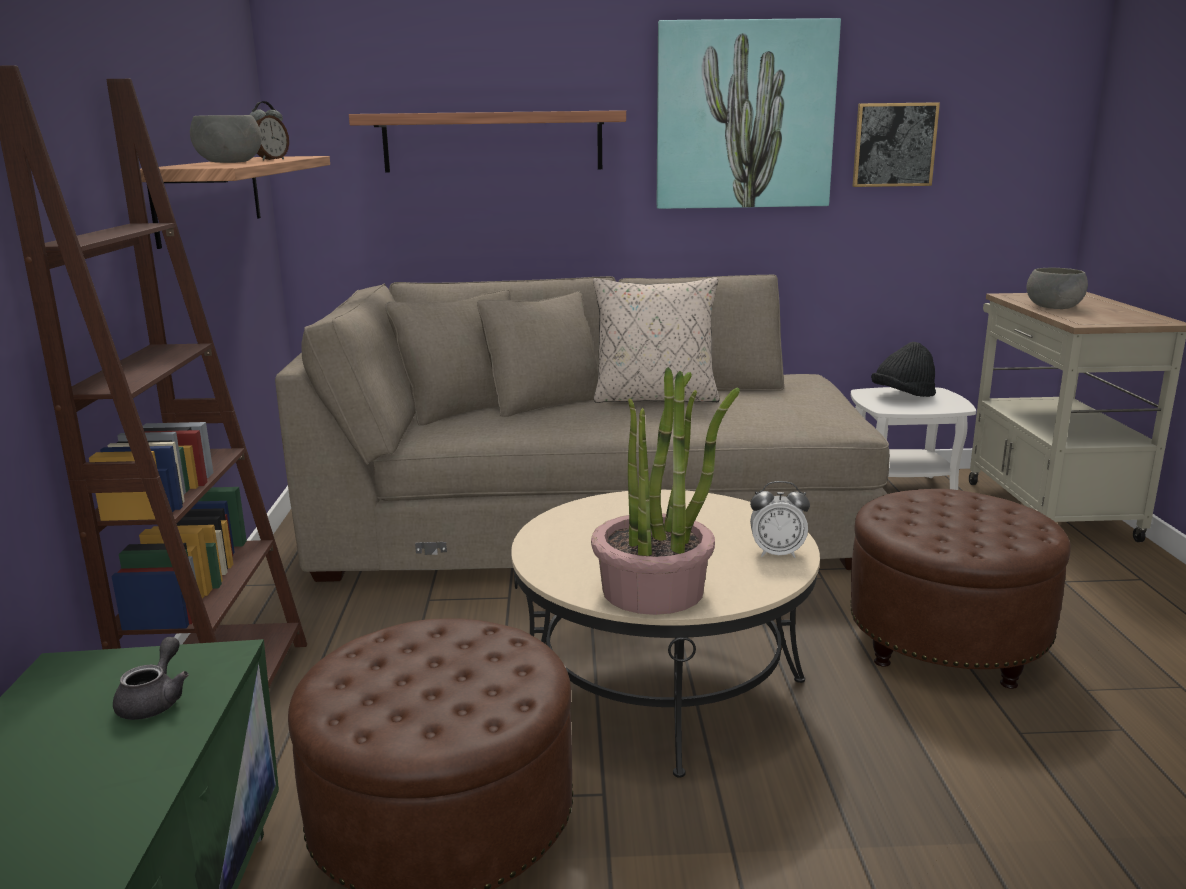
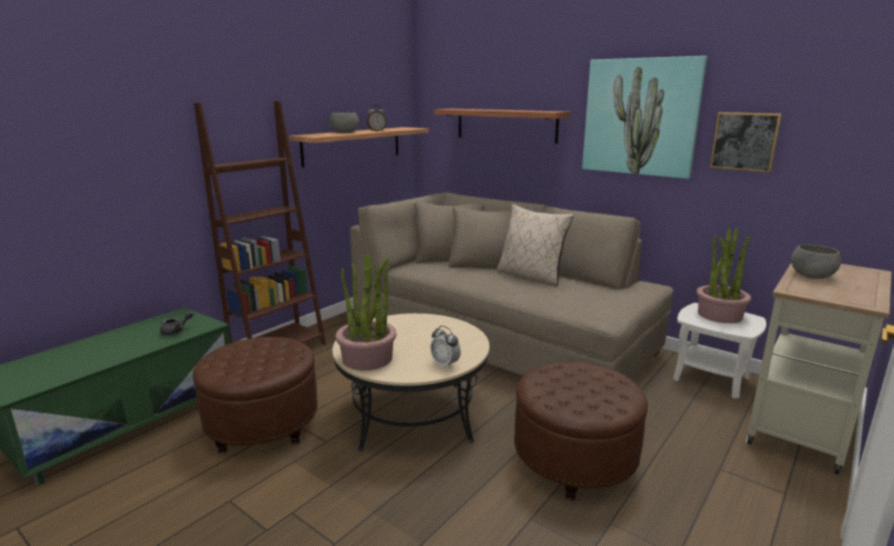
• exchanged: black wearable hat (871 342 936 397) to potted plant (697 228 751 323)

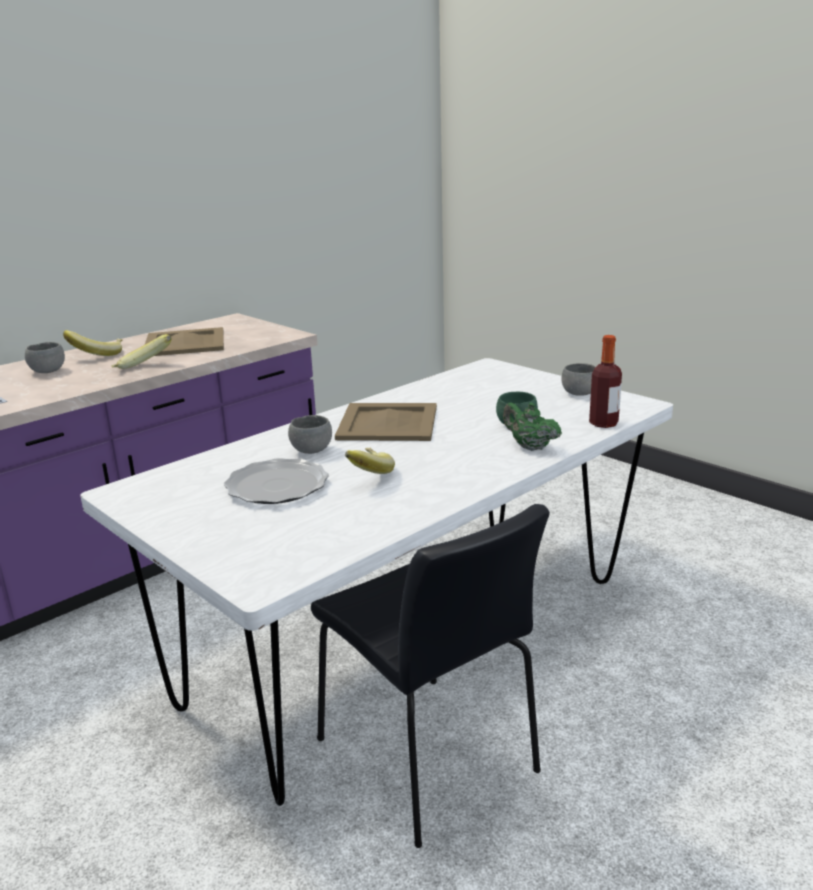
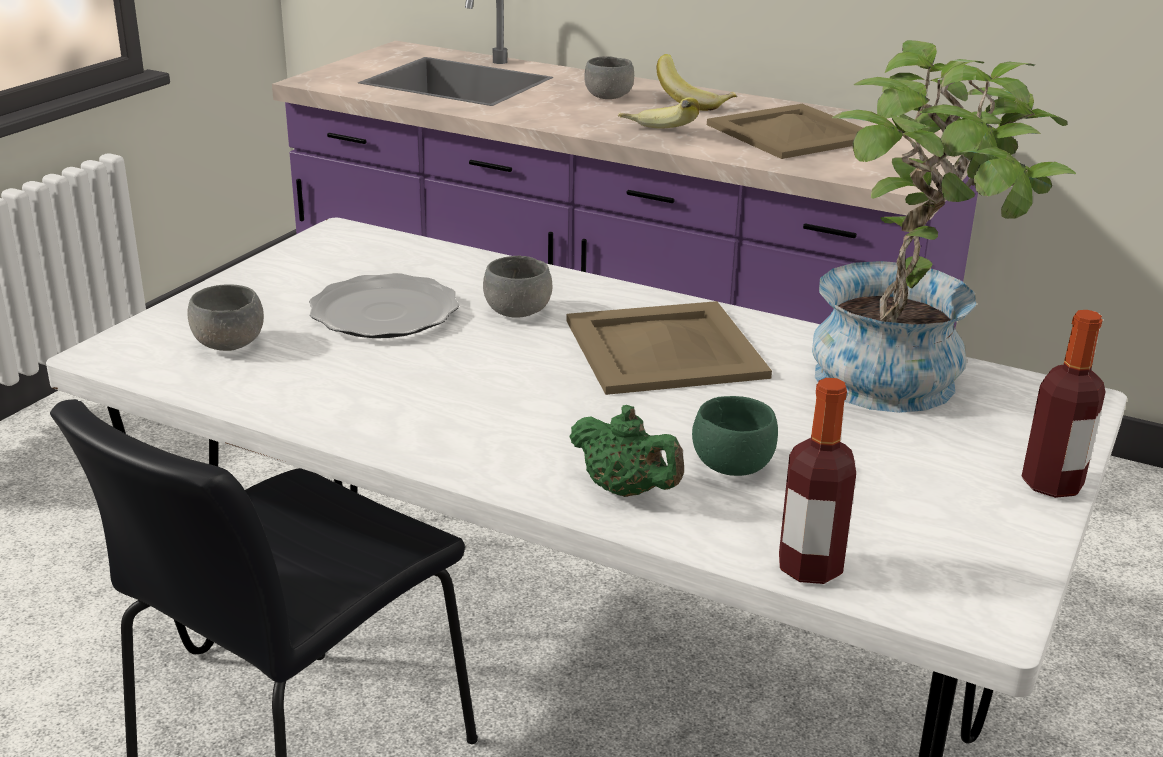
• relocated: gray serving bowl (561 363 596 396) to (187 284 264 351)
• spun: greenish tea pot (503 402 562 451) = (569 405 684 497) 105 degrees clockwise
• missing: banana fruit (345 448 395 474)
• appeared: potted plant (812 40 1076 413)
• appeared: bottle (1022 310 1106 498)

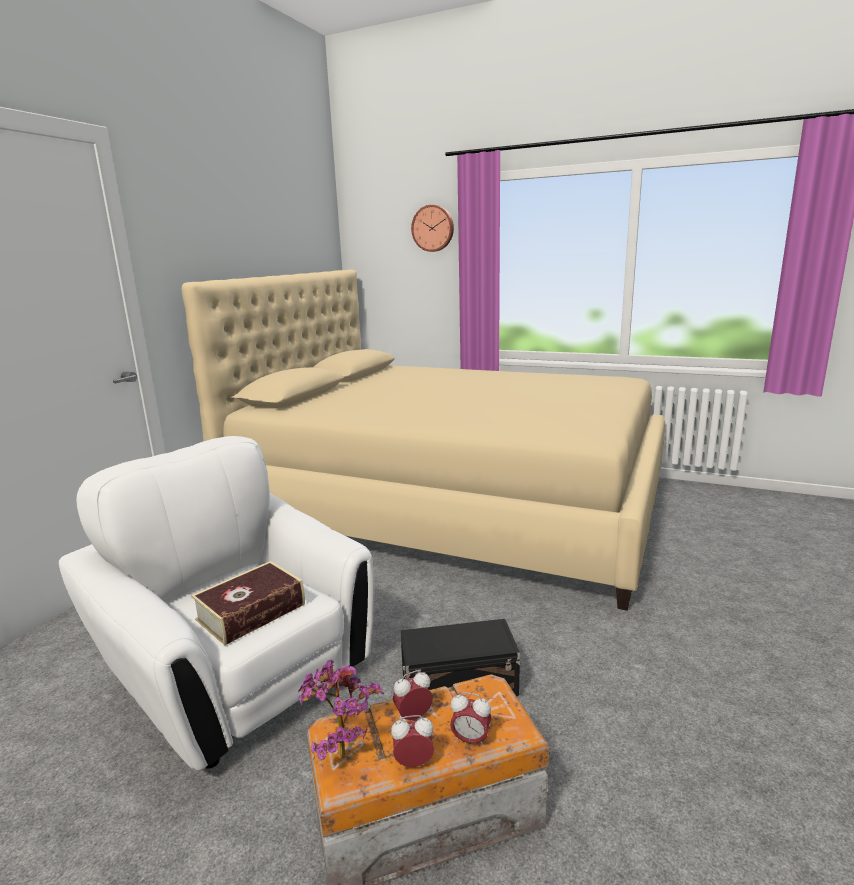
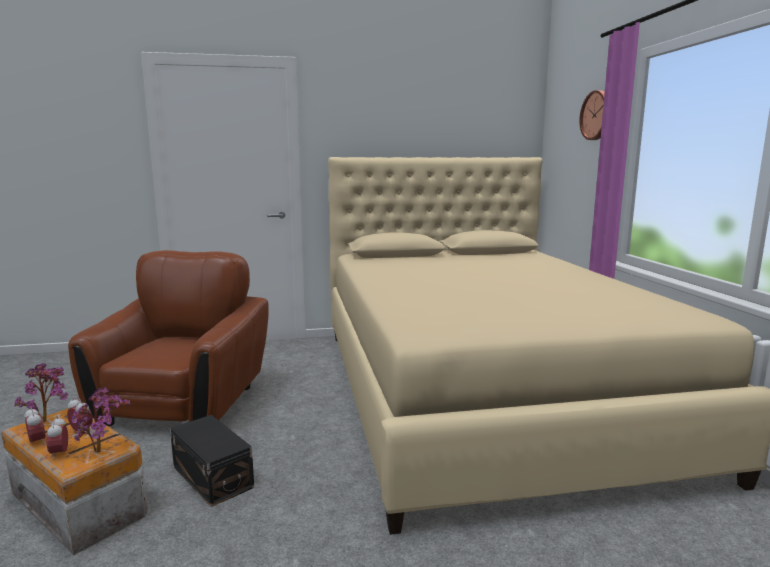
• colour: white lounge chair (59 436 375 770) to brown lounge chair (68 250 269 426)
• missing: book (191 561 305 645)
• appeared: potted plant (71 387 130 452)

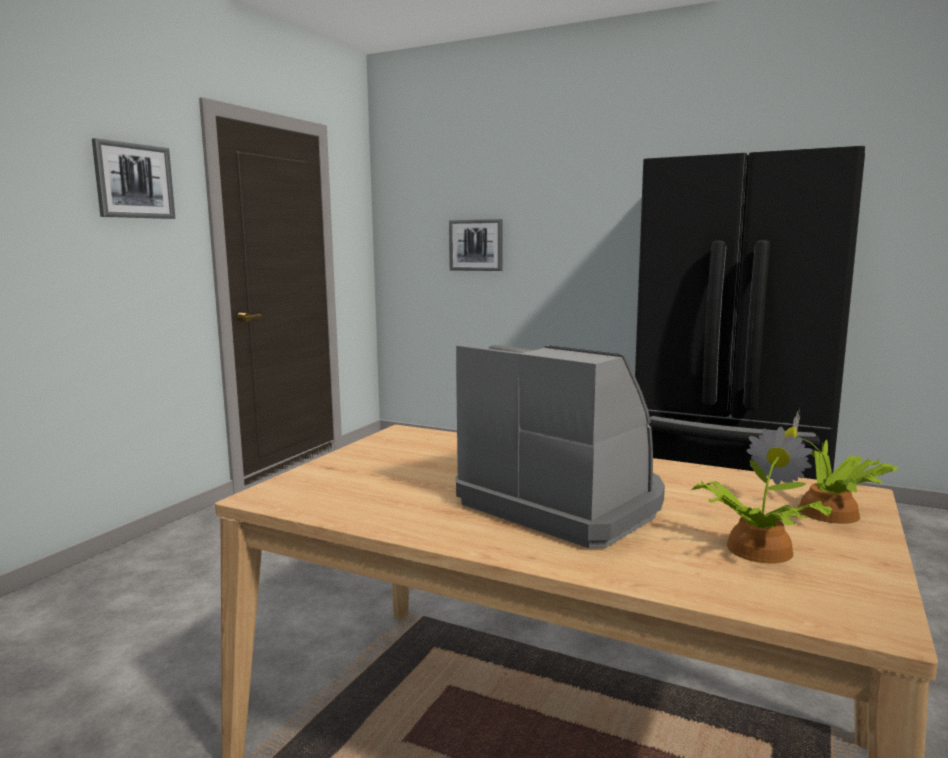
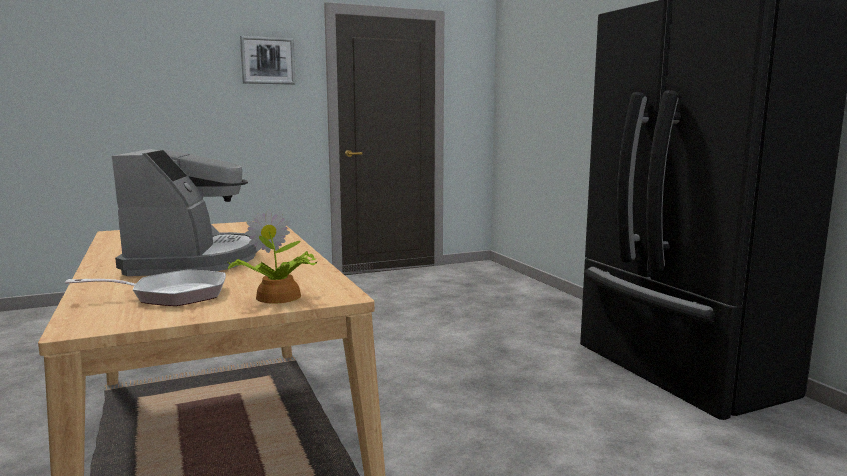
• missing: wall picture (449 219 503 271)
• exchanged: potted plant (690 427 832 564) to skillet (65 269 226 306)

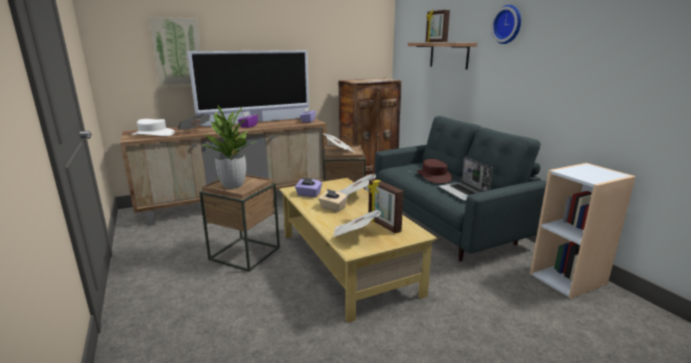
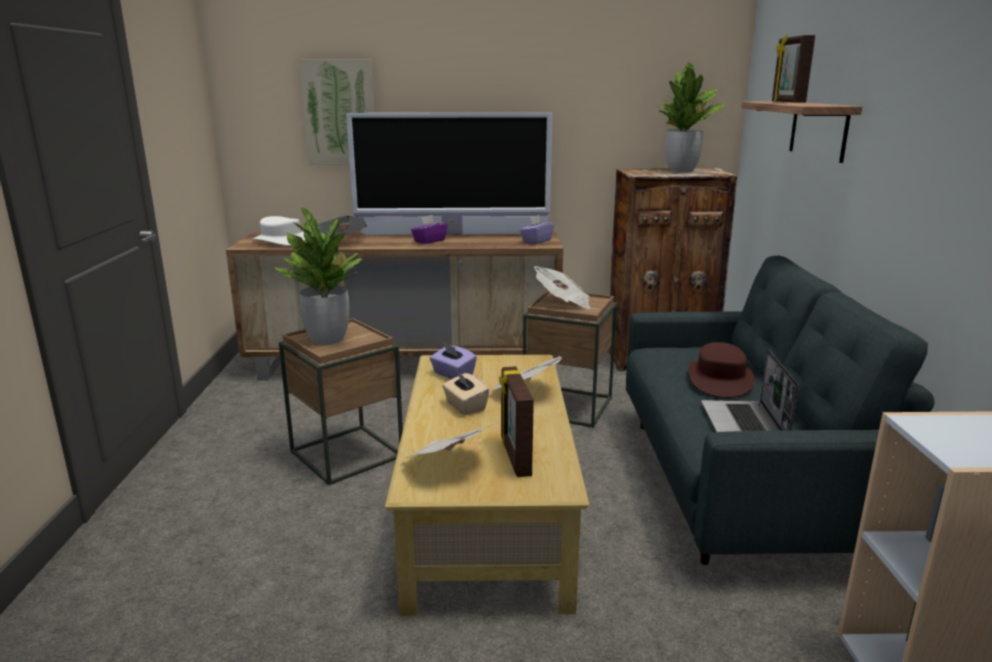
• missing: wall clock (491 5 521 44)
• appeared: potted plant (657 62 726 172)

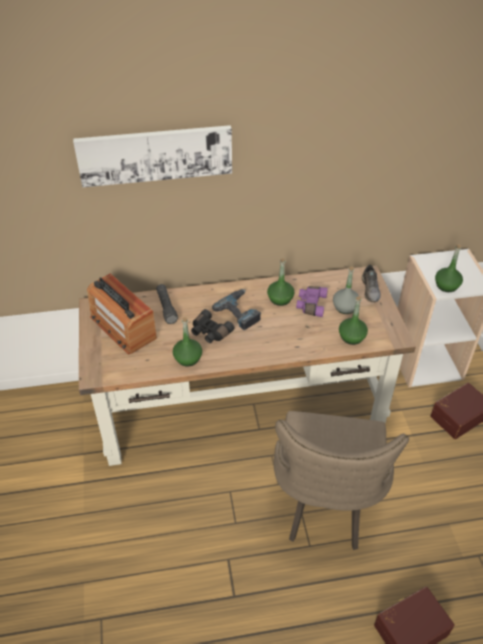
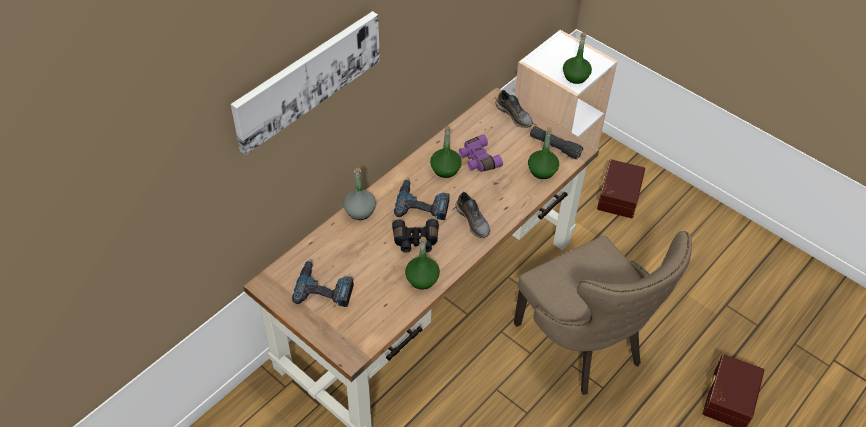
• relocated: gray bottle (333 266 359 314) to (343 168 376 220)
• exchanged: radio receiver (87 273 157 355) to power drill (292 259 354 307)
• relocated: black hand torch (156 284 178 324) to (530 126 583 159)
• appeared: gray shoe (455 192 490 238)

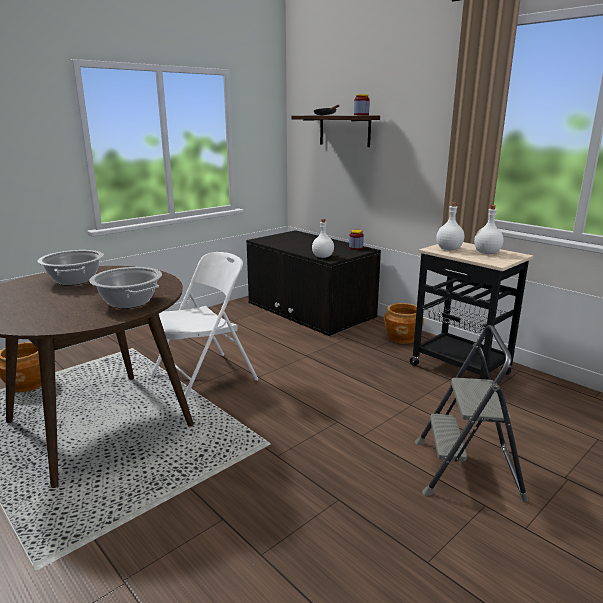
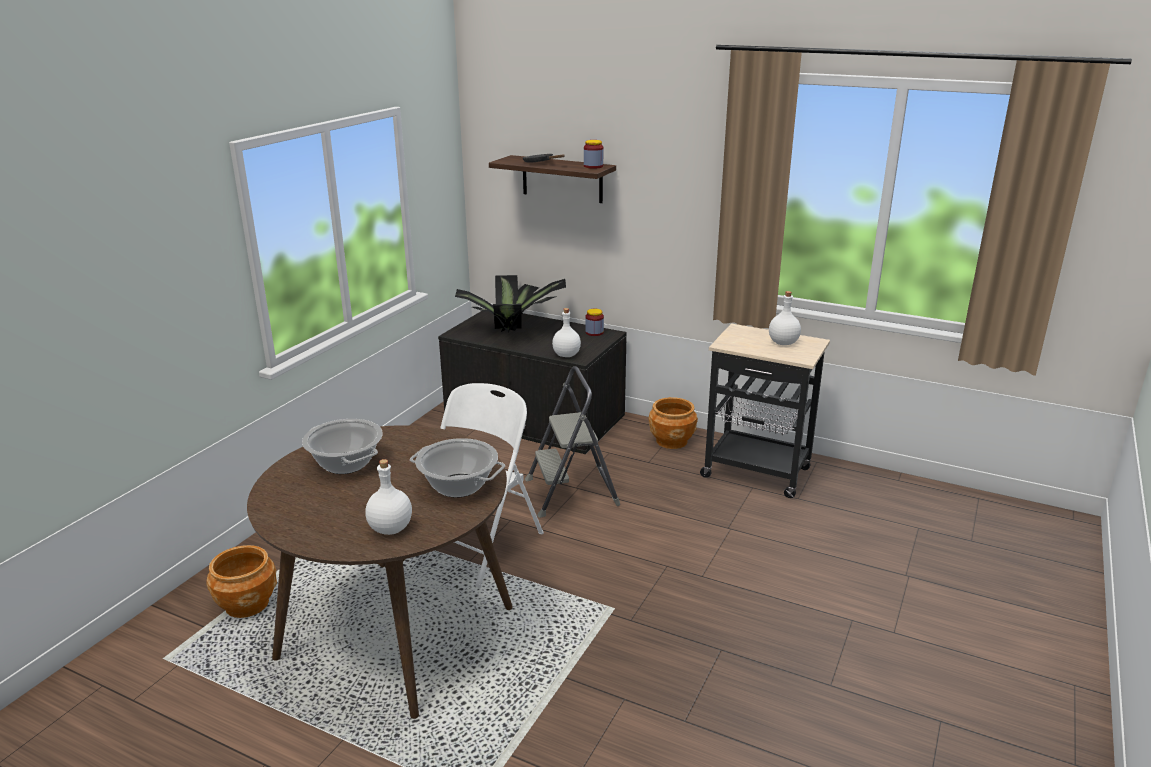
• relocated: white bottle (436 202 464 250) to (365 459 412 535)
• relocated: gray step stool (415 325 528 502) to (525 366 620 518)
• appeared: potted plant (455 275 566 333)

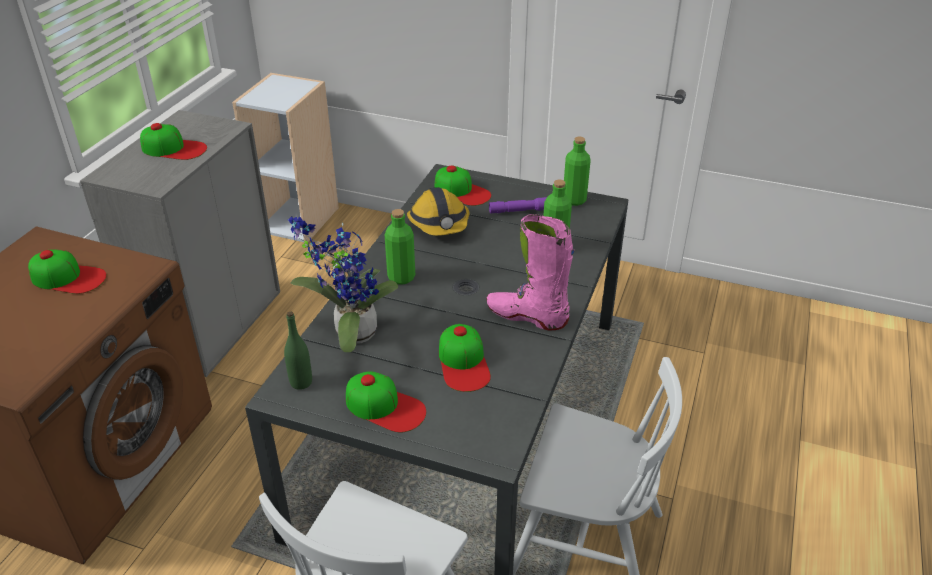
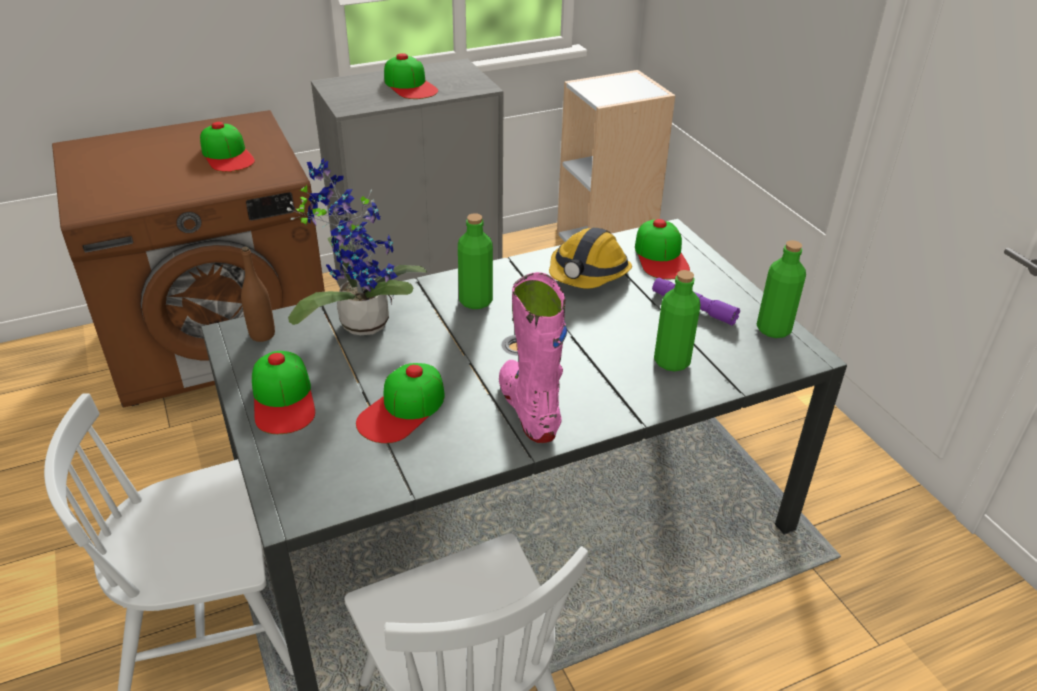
• colour: greenish bottle (284 312 312 390) to brown bottle (241 247 275 342)

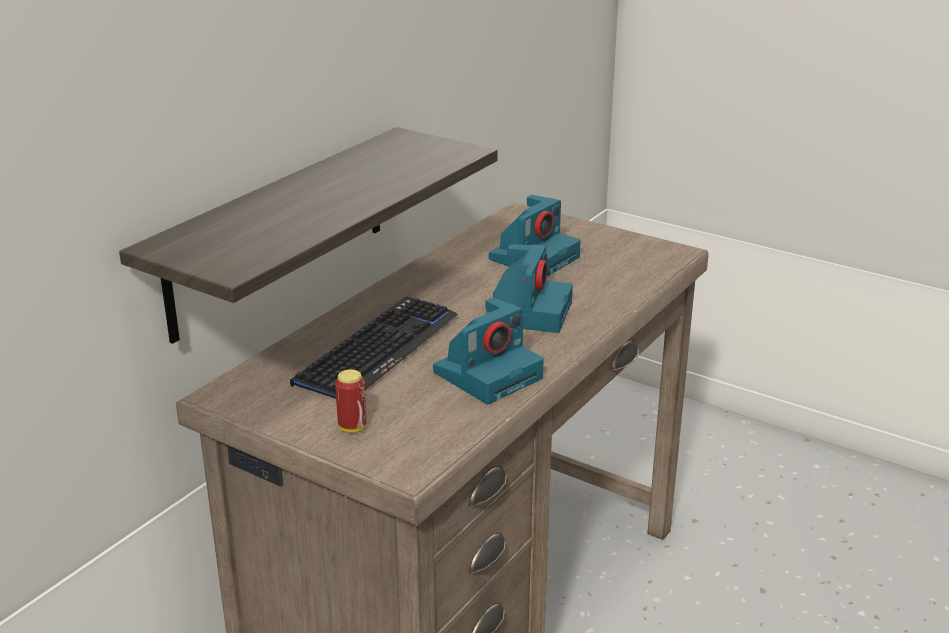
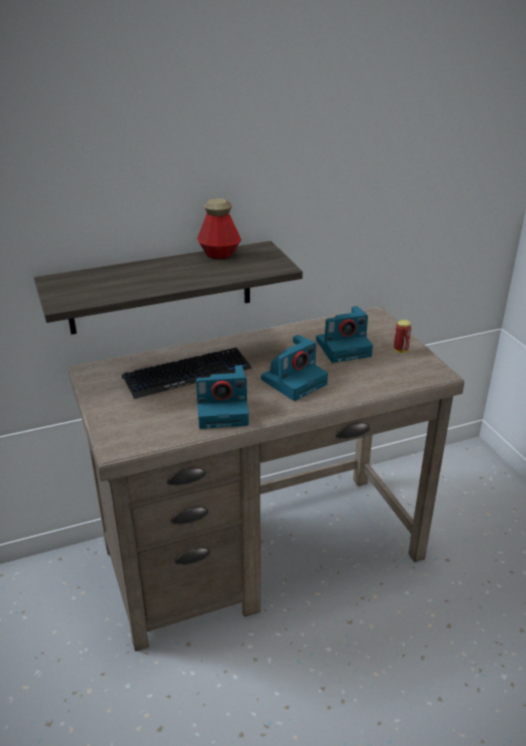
• relocated: can (335 369 367 433) to (394 320 411 353)
• appeared: bottle (197 198 241 259)

